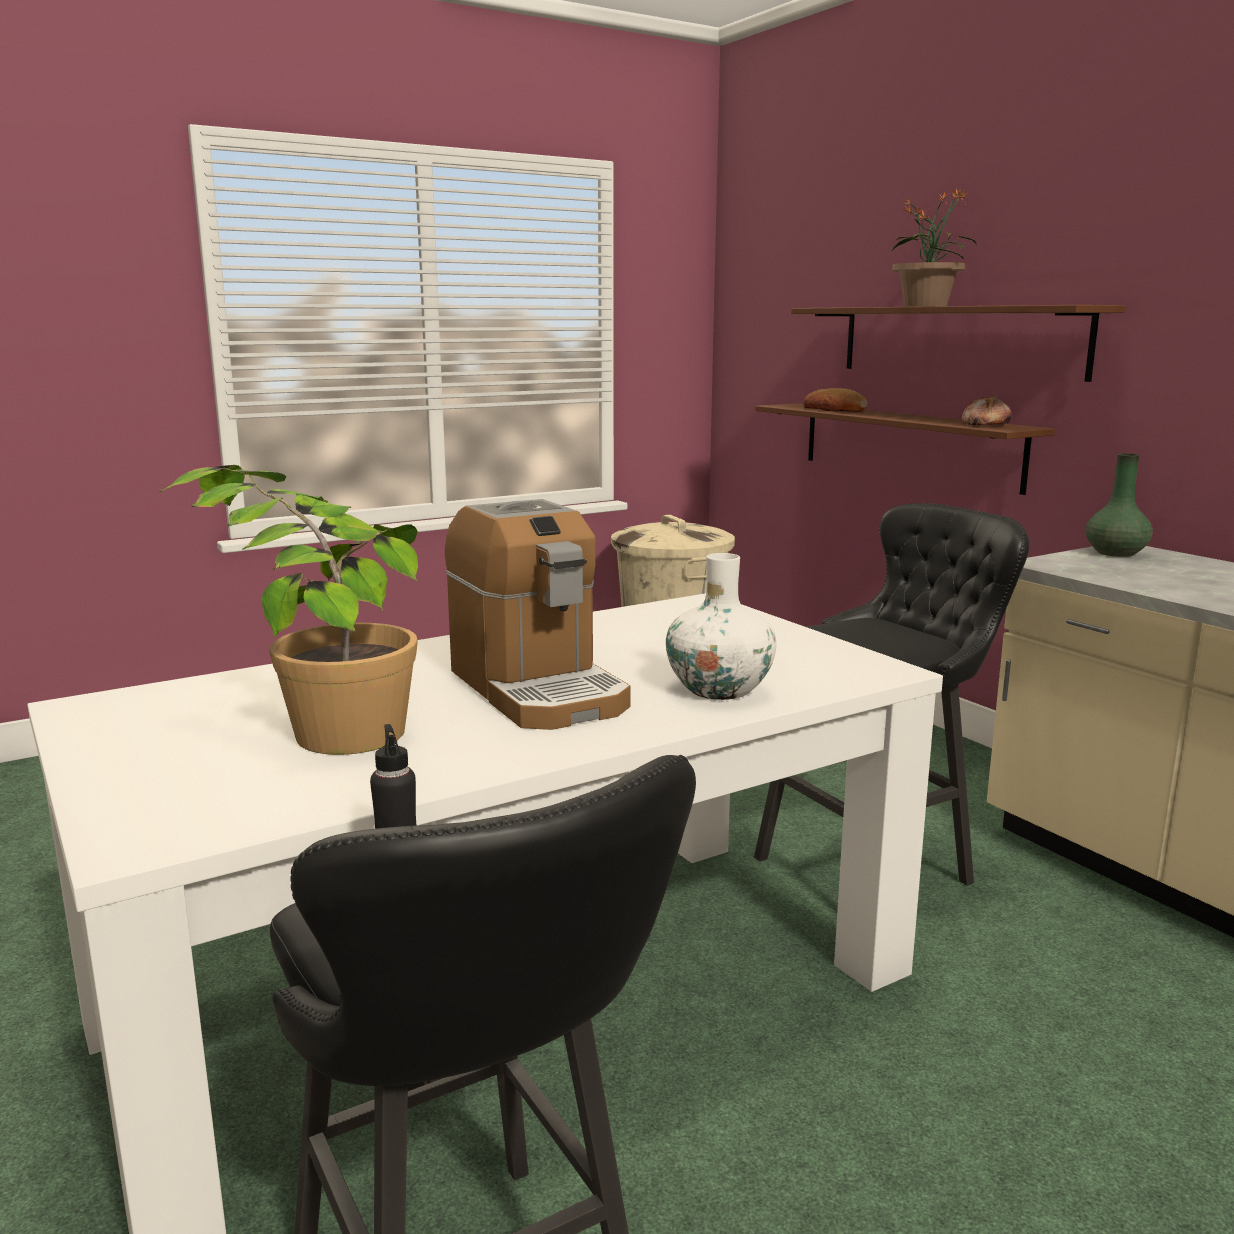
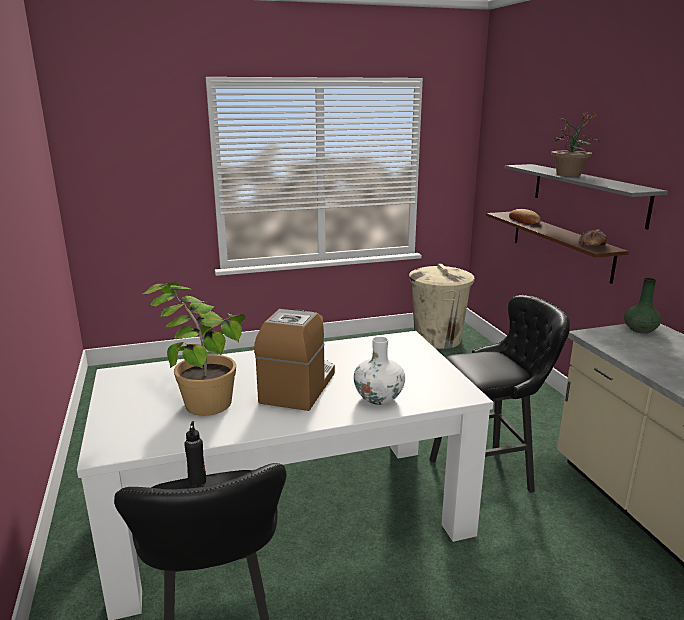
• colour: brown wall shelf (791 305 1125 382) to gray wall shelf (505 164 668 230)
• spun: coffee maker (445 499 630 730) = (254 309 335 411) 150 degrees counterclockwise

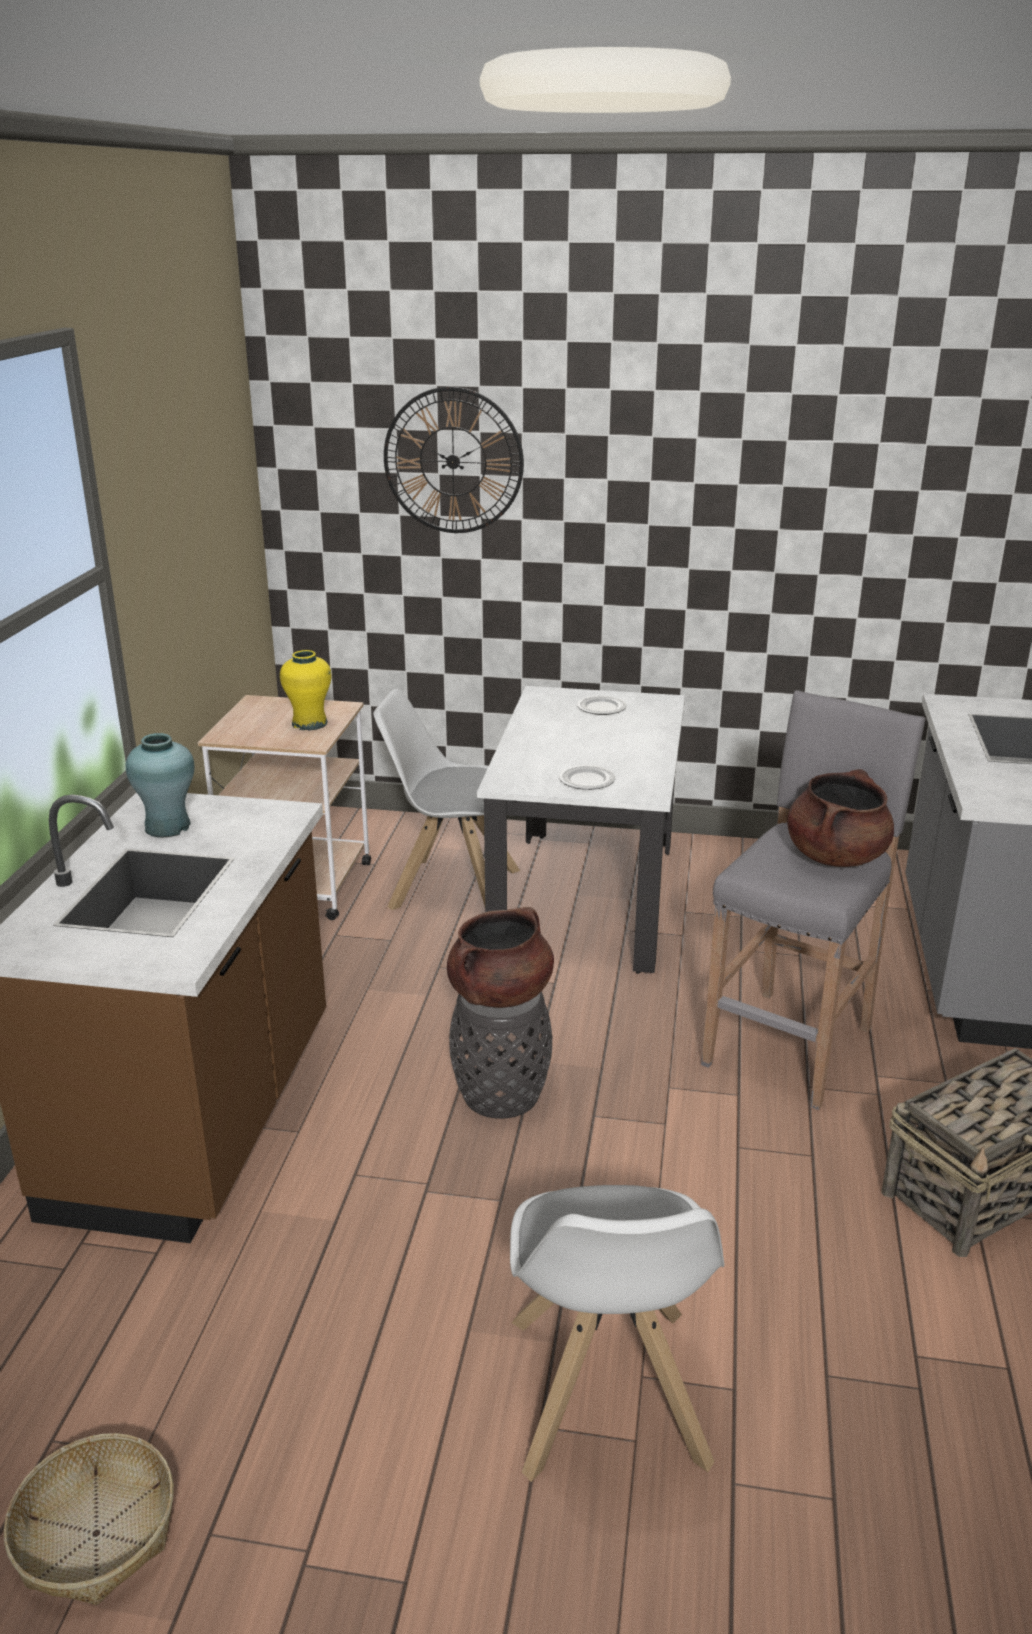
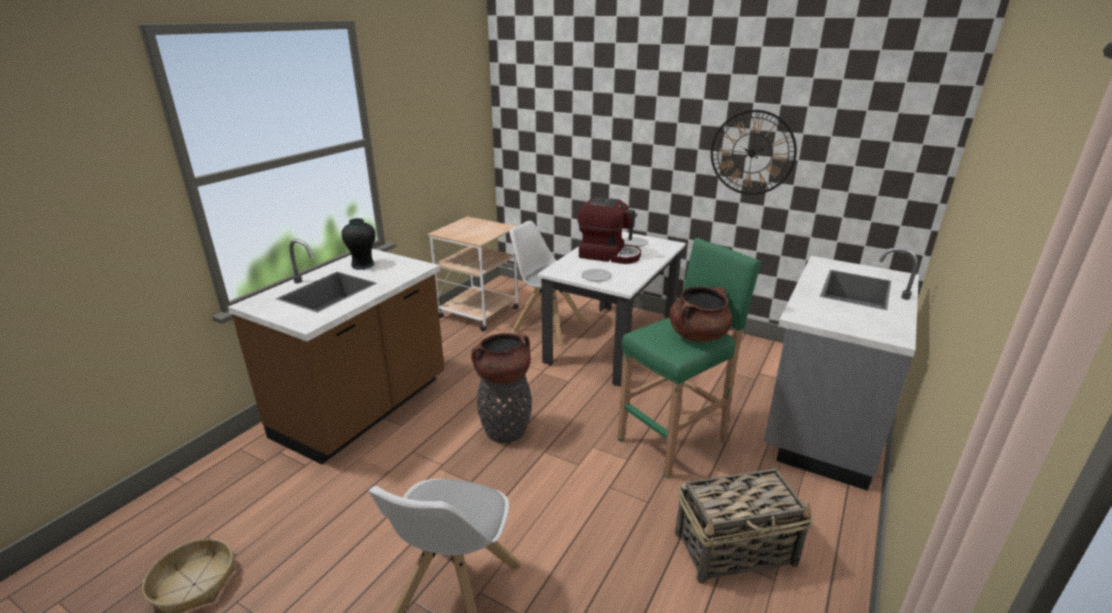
• relocated: wall clock (384 387 524 533) to (711 110 797 195)
• missing: yellow decorative vase (280 650 331 731)
• colour: gray stool seat (701 690 926 1110) to greenish stool seat (618 238 762 479)
• colour: turquoise decorative vase (126 733 194 838) to black decorative vase (342 218 375 269)
• appeared: coffee maker (578 197 641 264)

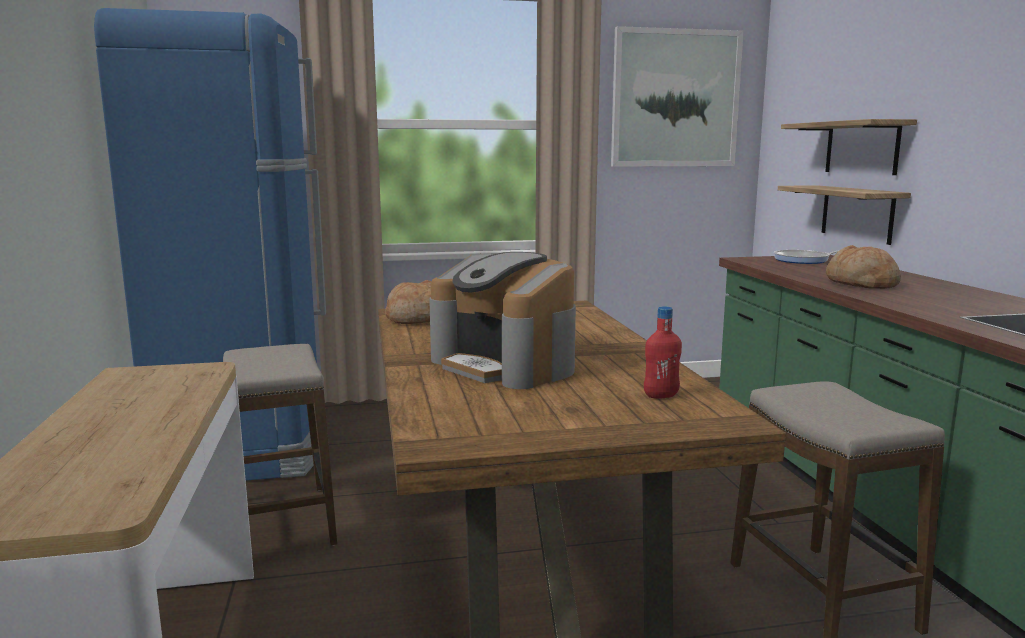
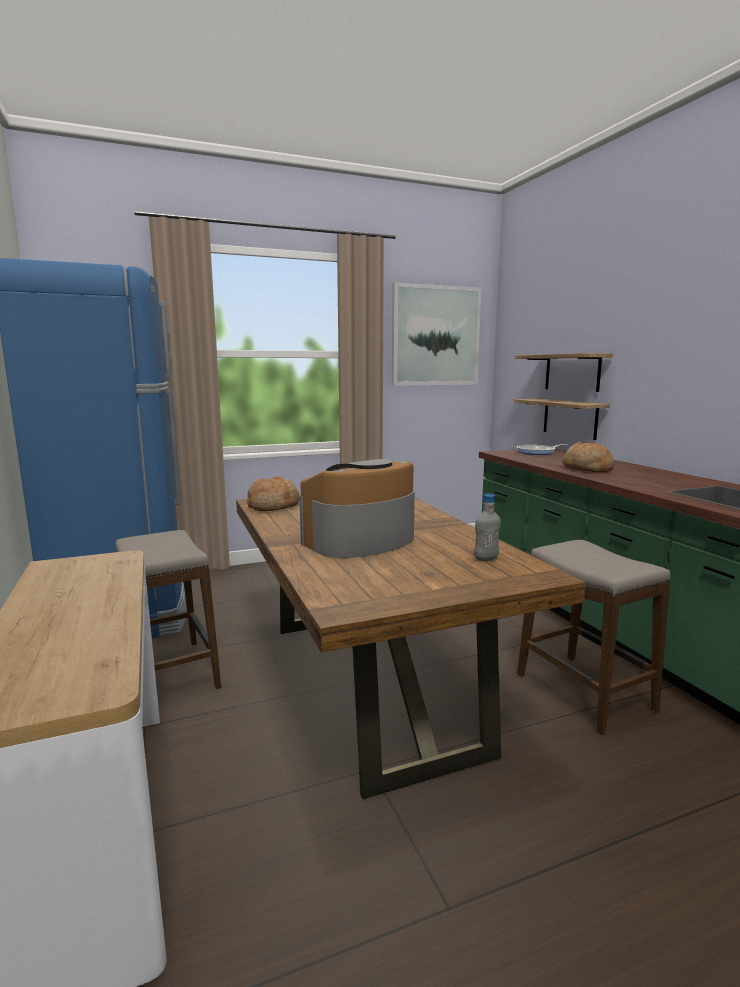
• spun: coffee maker (429 252 576 389) = (300 459 415 558) 105 degrees clockwise
• colour: red-coloured bottle (644 306 682 398) to gray bottle (474 494 501 561)

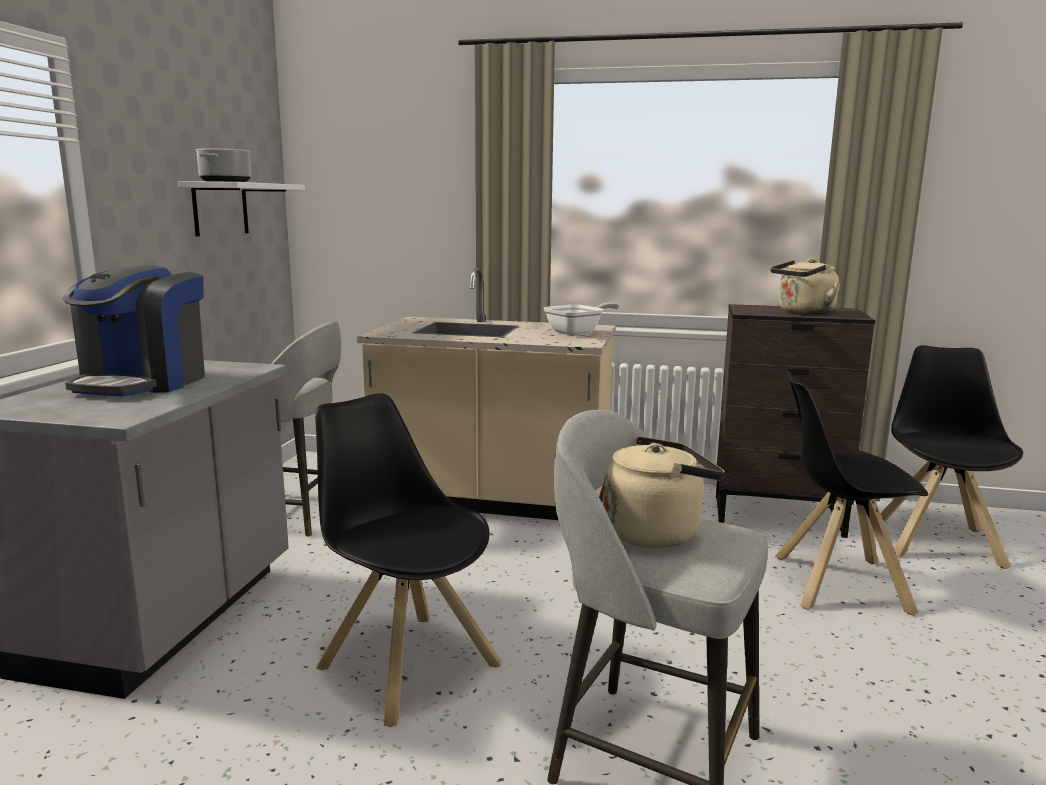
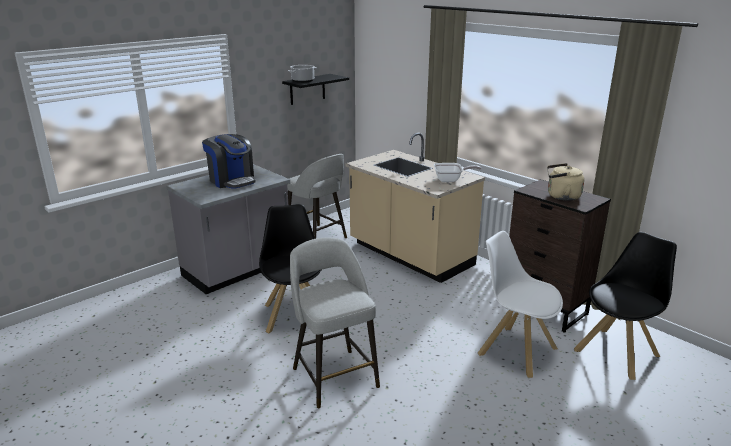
• colour: white wall shelf (178 181 305 236) to black wall shelf (282 74 349 105)
• spun: coffee maker (62 264 205 397) = (202 134 256 189) 90 degrees counterclockwise
• colour: black upright chair (775 369 928 616) to white upright chair (478 231 563 378)
• missing: beige-coloured tea kettle (603 436 725 548)

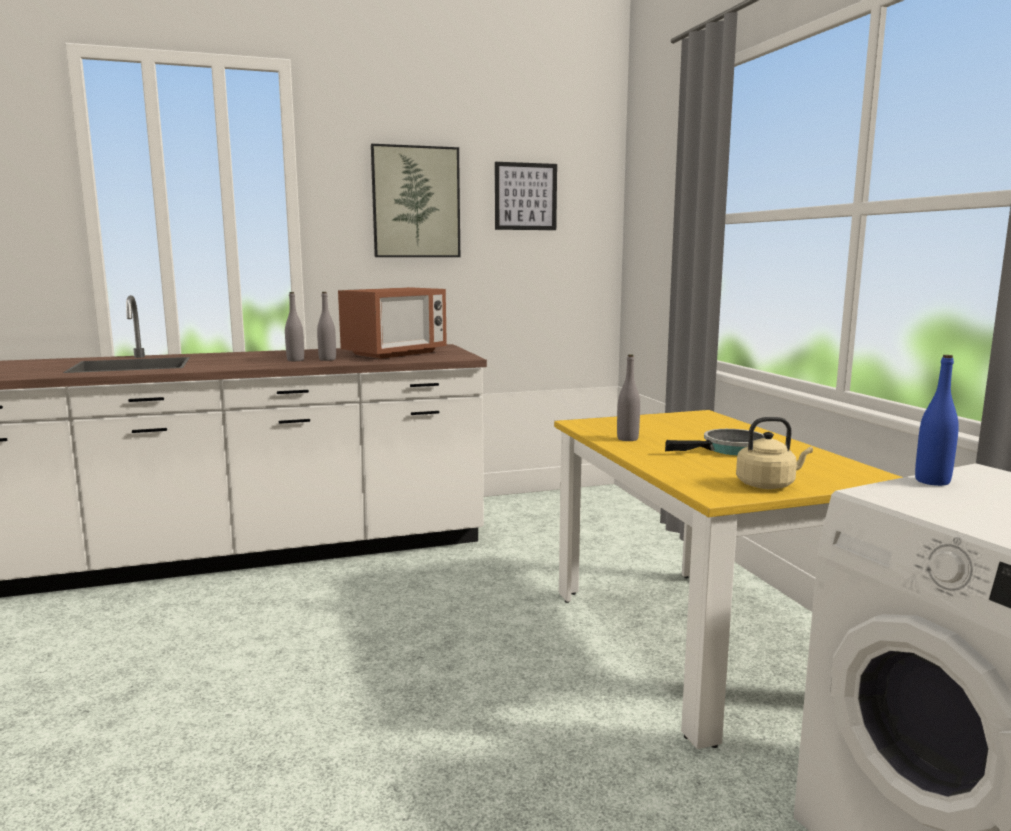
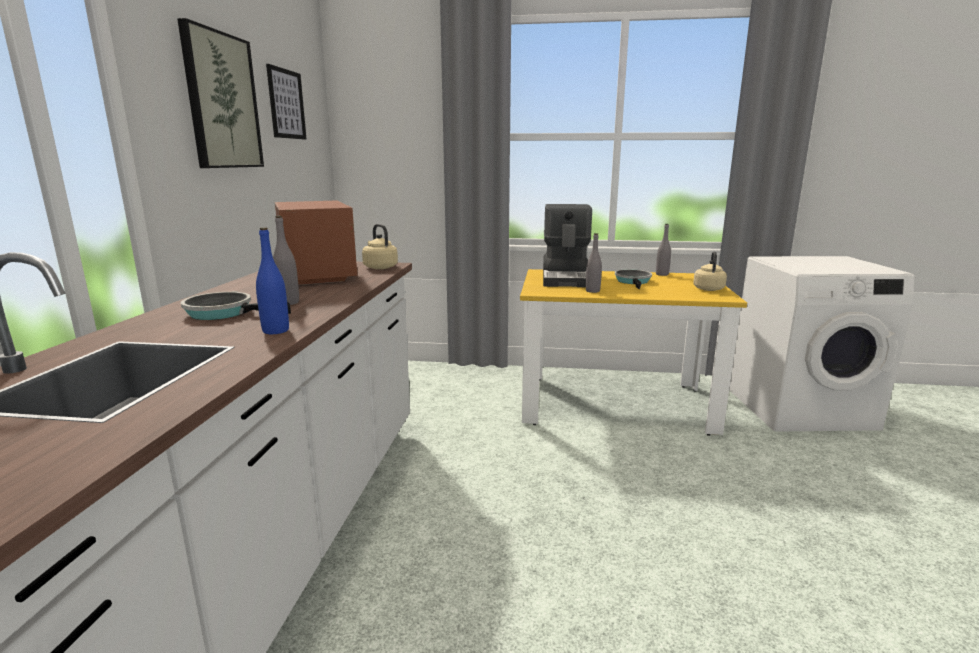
• relocated: gray bottle (317 292 336 361) to (656 224 671 276)
• relocated: bluish bottle (915 355 959 486) to (256 227 289 334)
• appeared: coffee maker (543 204 592 287)
• appeared: beige-coloured tea kettle (362 224 398 269)
• appeared: skillet (181 292 291 320)

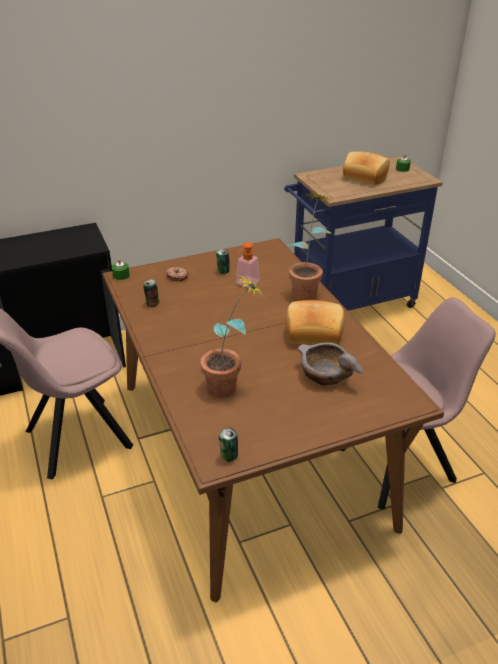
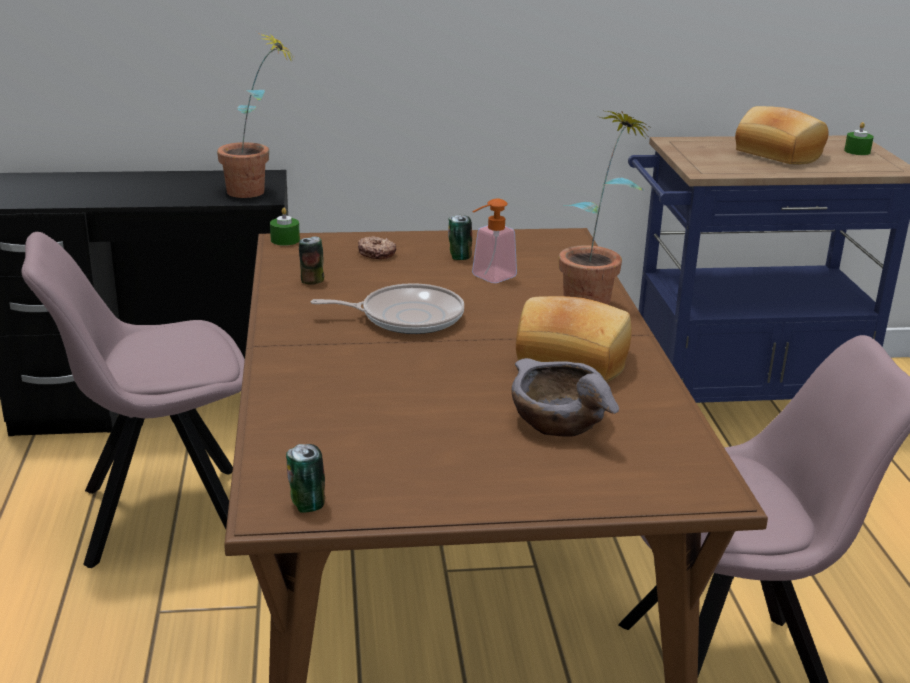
• relocated: potted plant (200 275 265 397) to (217 32 294 198)
• appeared: skillet (310 283 464 334)

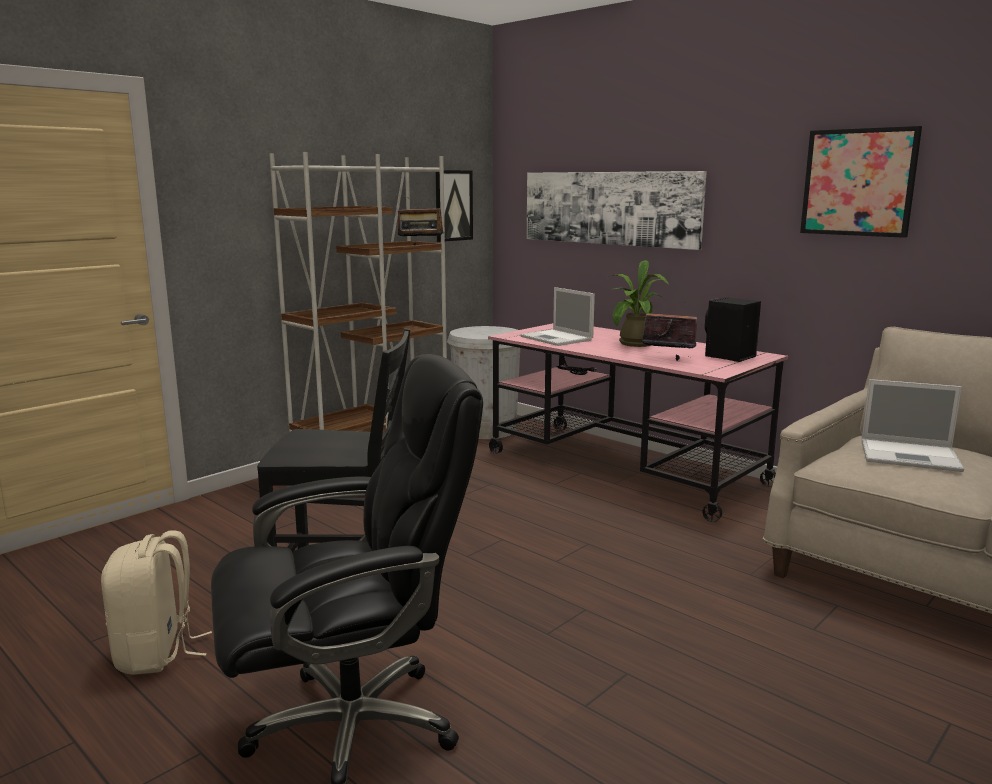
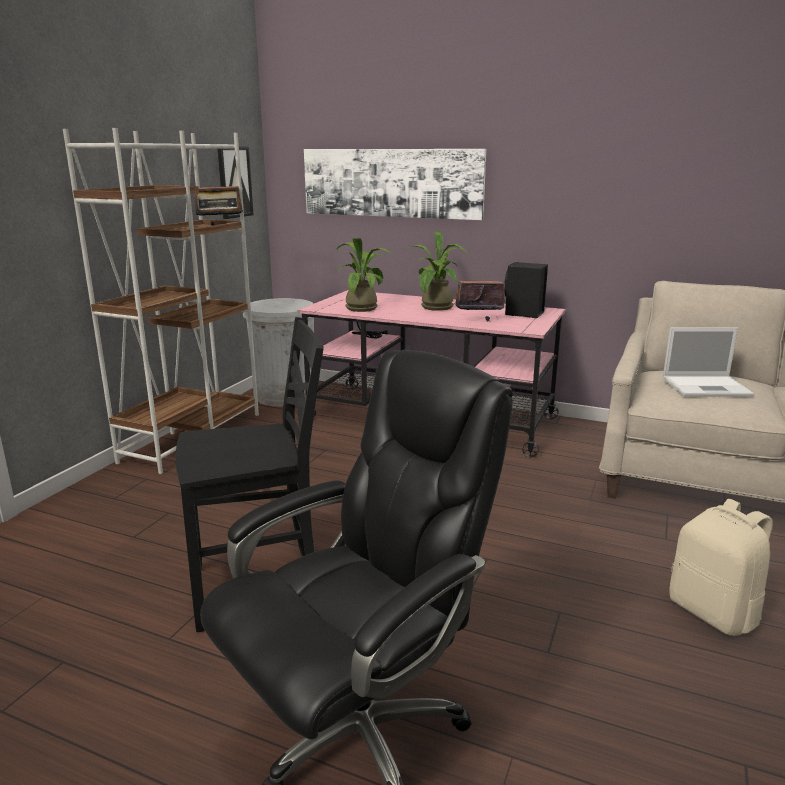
• missing: wall picture (800 126 922 238)
• exchanged: laptop (520 287 595 346) to potted plant (336 238 391 312)
• relocated: beige-coloured knapsack (101 530 212 675) to (669 499 773 636)

